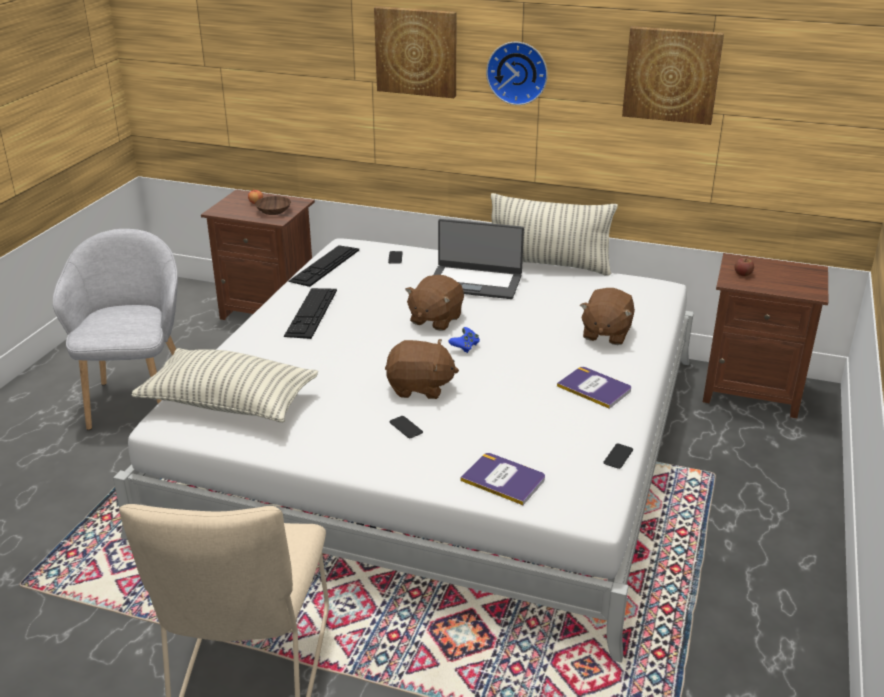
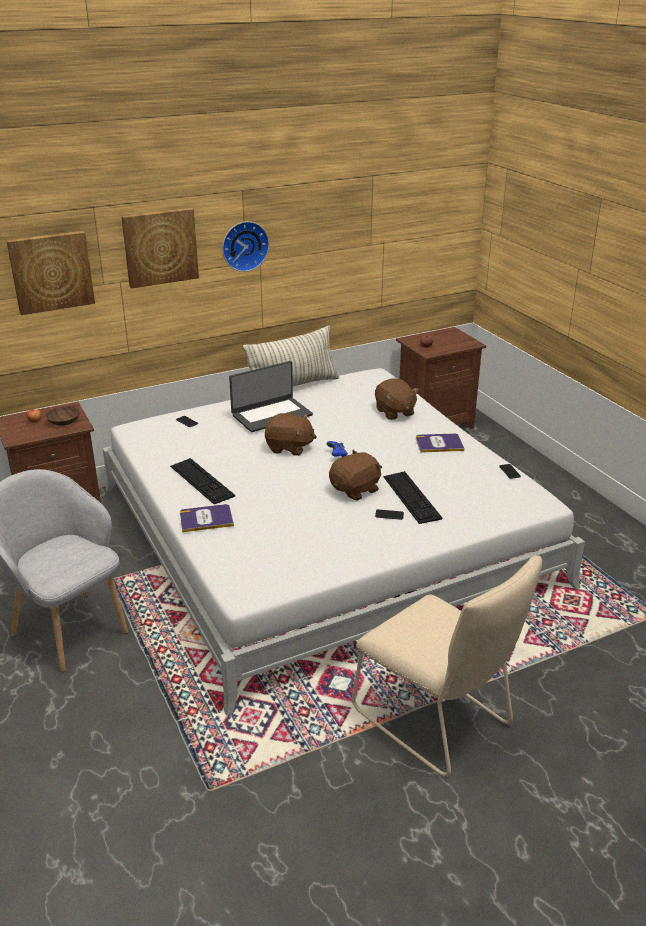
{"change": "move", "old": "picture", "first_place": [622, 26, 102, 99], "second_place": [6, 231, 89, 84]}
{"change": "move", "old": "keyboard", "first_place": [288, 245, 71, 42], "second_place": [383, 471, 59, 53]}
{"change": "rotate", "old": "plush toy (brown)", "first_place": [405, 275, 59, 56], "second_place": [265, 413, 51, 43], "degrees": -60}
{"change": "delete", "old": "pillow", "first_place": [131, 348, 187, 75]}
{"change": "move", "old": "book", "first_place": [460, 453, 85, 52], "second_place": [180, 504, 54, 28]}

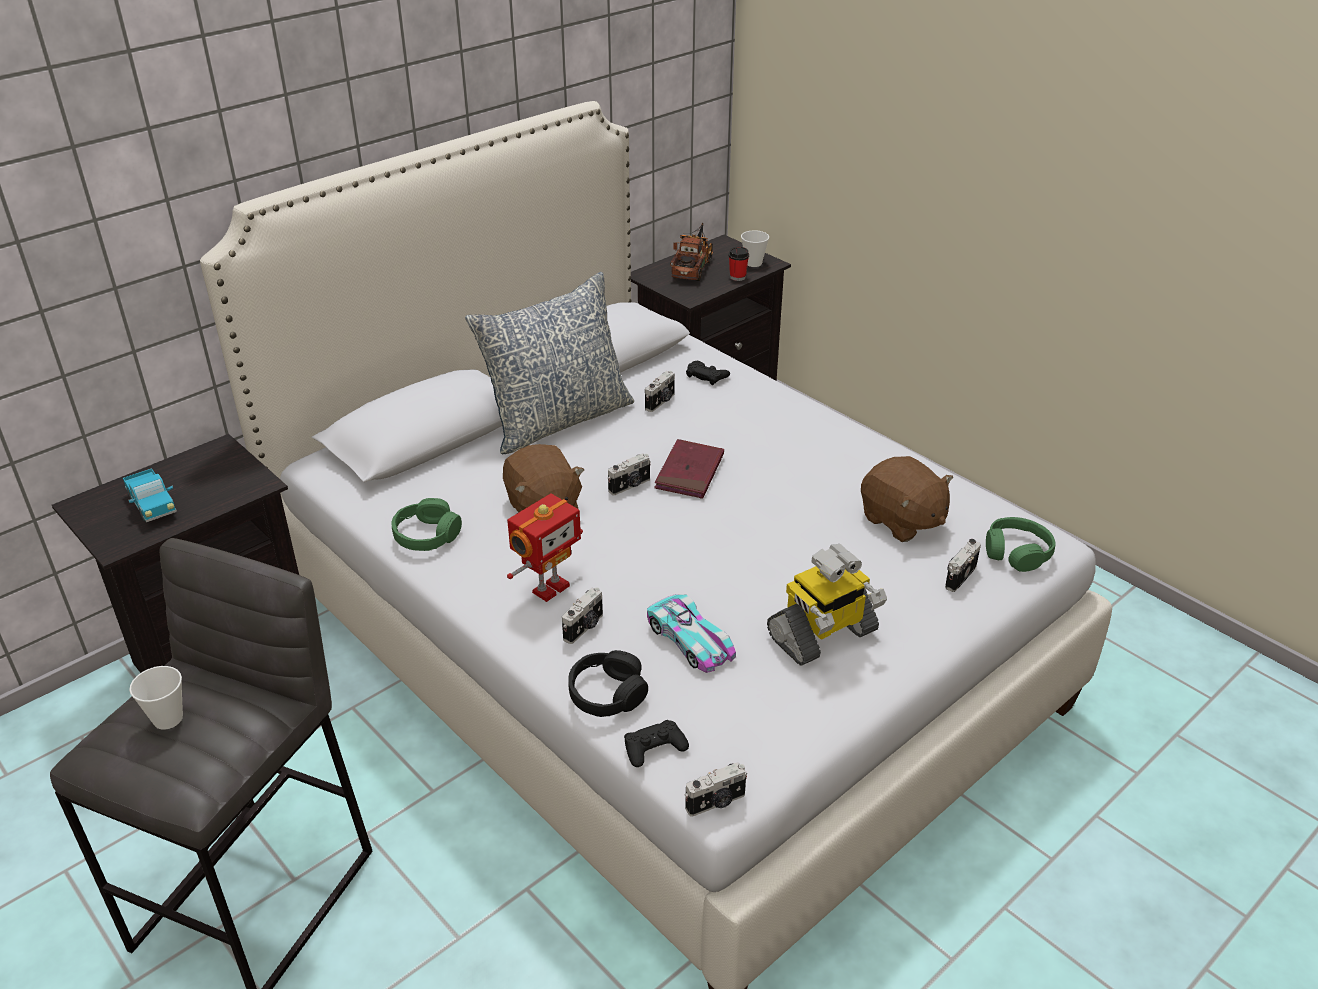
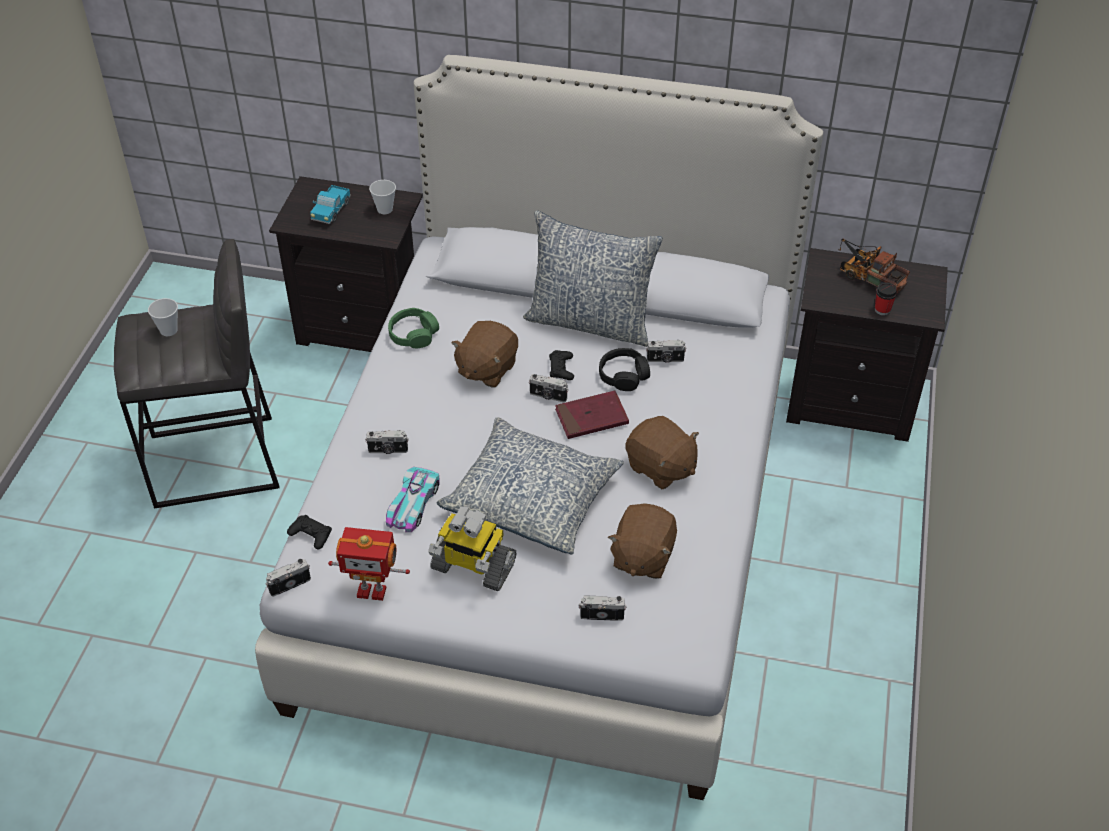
{"change": "rotate", "old": "toy truck", "first_place": [670, 223, 43, 58], "second_place": [838, 239, 72, 55], "degrees": -120}
{"change": "move", "old": "cup", "first_place": [741, 230, 28, 37], "second_place": [369, 180, 27, 34]}
{"change": "move", "old": "game controller (black)", "first_place": [686, 361, 44, 24], "second_place": [549, 350, 25, 30]}
{"change": "move", "old": "toy robot", "first_place": [507, 493, 76, 109], "second_place": [328, 527, 82, 74]}
{"change": "delete", "old": "headphones (green)", "first_place": [986, 517, 70, 55]}
{"change": "move", "old": "headphones (black)", "first_place": [568, 650, 80, 67], "second_place": [599, 348, 51, 43]}
{"change": "rotate", "old": "photo camera", "first_place": [685, 762, 62, 54], "second_place": [265, 559, 46, 38], "degrees": 120}
{"change": "insert", "new": "plush toy (brown)", "second_place": [625, 416, 74, 73]}
{"change": "insert", "new": "pillow", "second_place": [437, 417, 187, 137]}

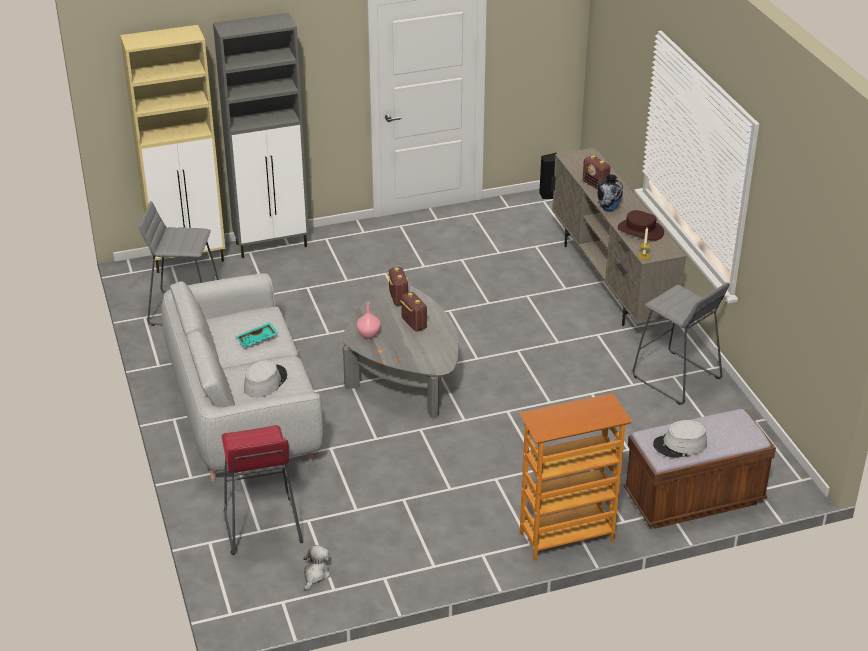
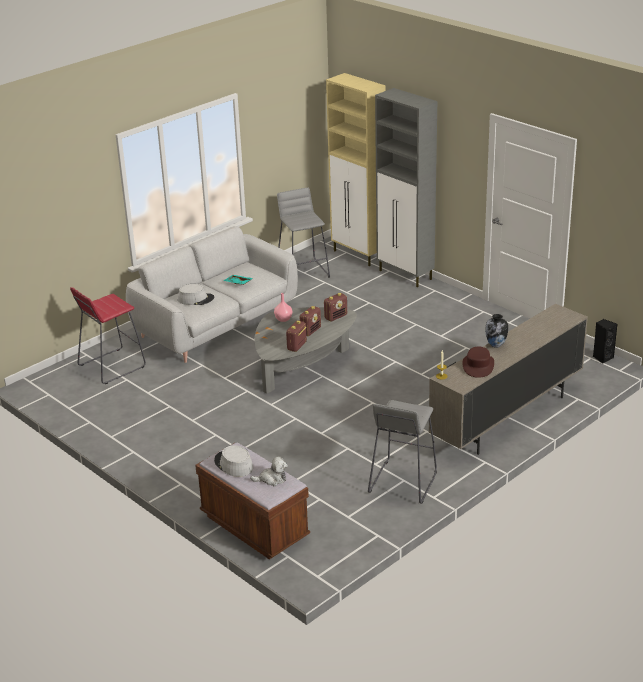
{"change": "move", "old": "radio", "first_place": [583, 155, 28, 35], "second_place": [286, 321, 21, 31]}
{"change": "delete", "old": "bookcase", "first_place": [519, 393, 113, 168]}
{"change": "move", "old": "plush toy", "first_place": [303, 545, 27, 46], "second_place": [250, 456, 38, 30]}

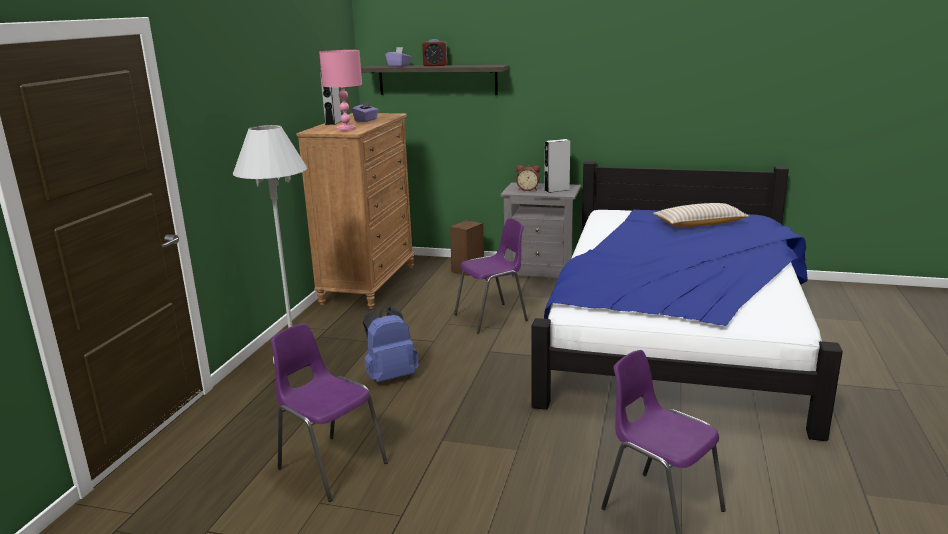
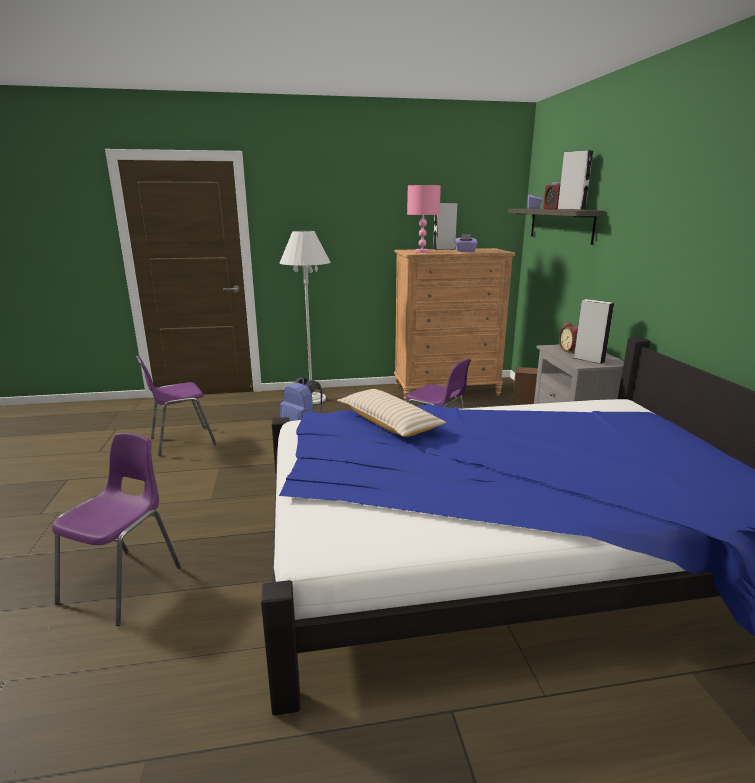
{"change": "move", "old": "pillow (beige)", "first_place": [653, 203, 96, 24], "second_place": [337, 389, 109, 48]}
{"change": "rotate", "old": "chair (purple)", "first_place": [271, 323, 117, 179], "second_place": [136, 356, 81, 100], "degrees": -135}
{"change": "insert", "new": "speaker (grey)", "second_place": [558, 150, 35, 60]}

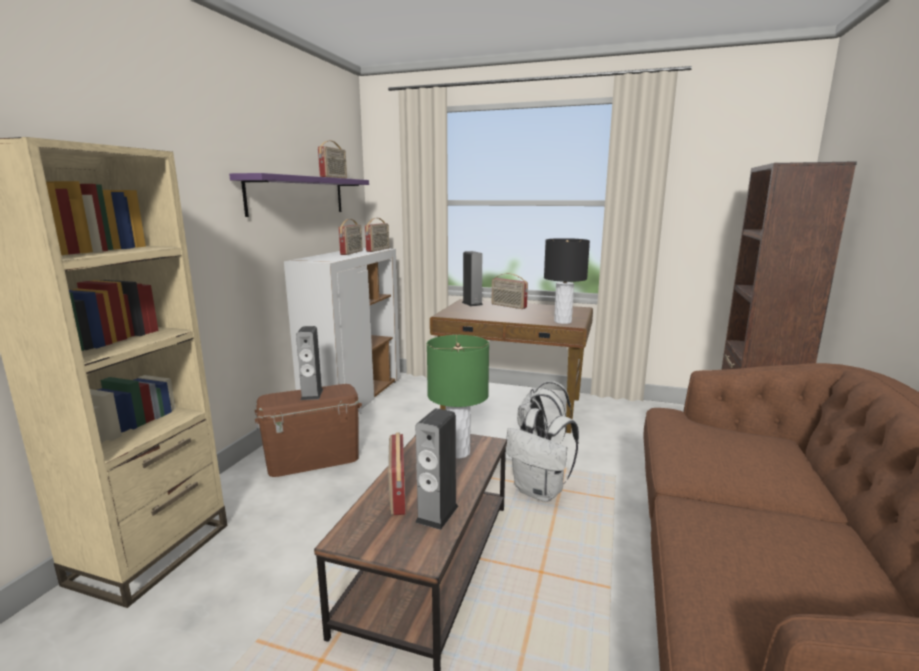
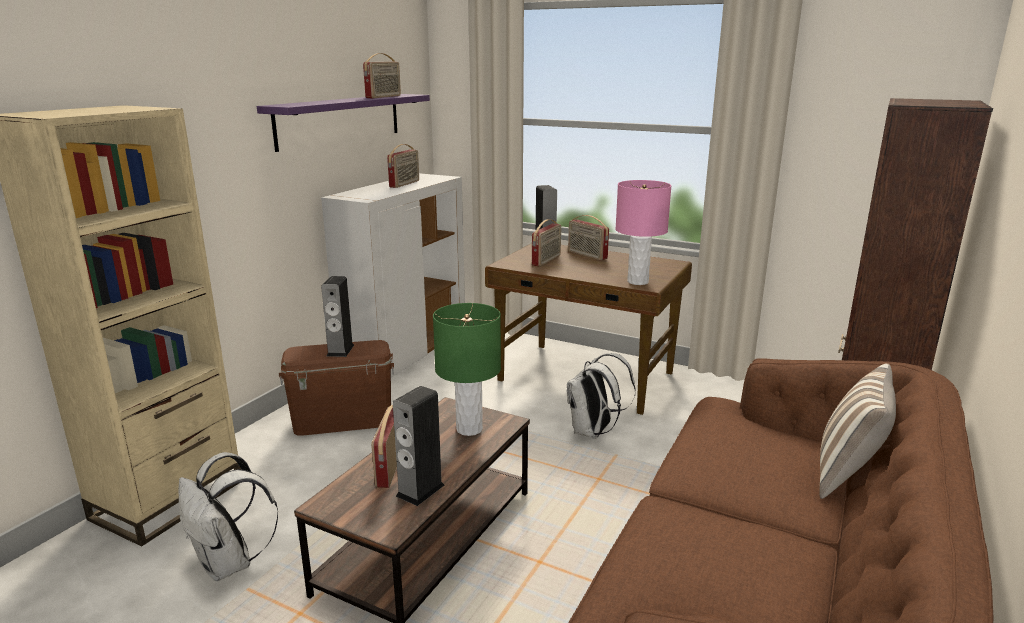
{"change": "move", "old": "radio", "first_place": [365, 218, 24, 34], "second_place": [532, 219, 29, 48]}
{"change": "recolor", "old": "table lamp (black)", "new": "table lamp (pink)", "first_place": [544, 238, 46, 86], "second_place": [615, 180, 56, 105]}
{"change": "move", "old": "backpack (white)", "first_place": [506, 408, 73, 94], "second_place": [178, 452, 100, 129]}
{"change": "insert", "new": "pillow", "second_place": [819, 363, 77, 136]}

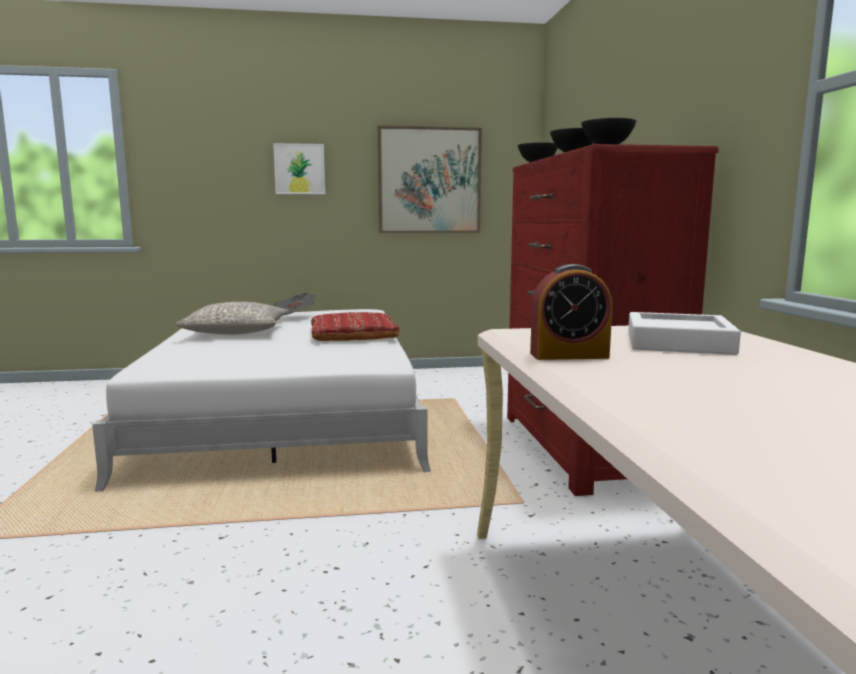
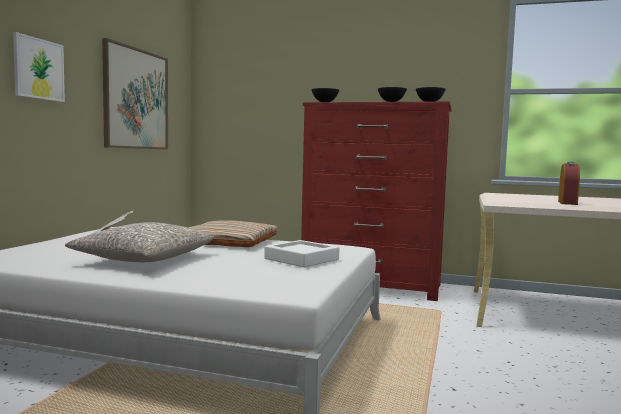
{"change": "recolor", "old": "pillow (red)", "new": "pillow (beige)", "first_place": [311, 312, 89, 29], "second_place": [188, 220, 89, 27]}
{"change": "move", "old": "tray (white)", "first_place": [628, 312, 113, 43], "second_place": [264, 240, 75, 27]}

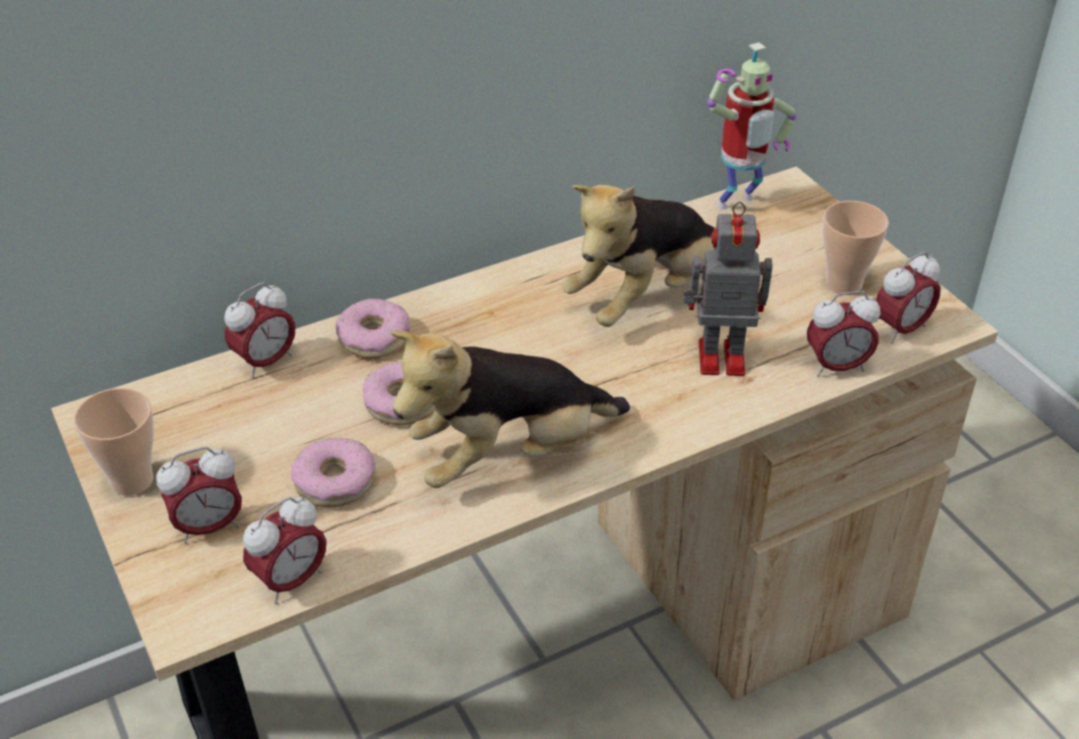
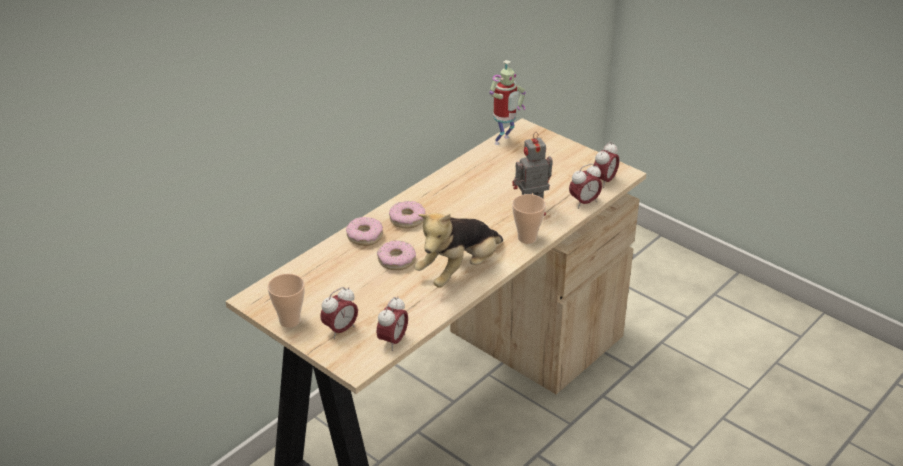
{"change": "delete", "old": "plush toy", "first_place": [562, 185, 154, 142]}
{"change": "move", "old": "cup", "first_place": [823, 201, 66, 94], "second_place": [512, 194, 34, 50]}
{"change": "delete", "old": "alarm clock", "first_place": [224, 282, 72, 97]}
{"change": "move", "old": "donut", "first_place": [291, 438, 84, 69], "second_place": [389, 201, 36, 28]}

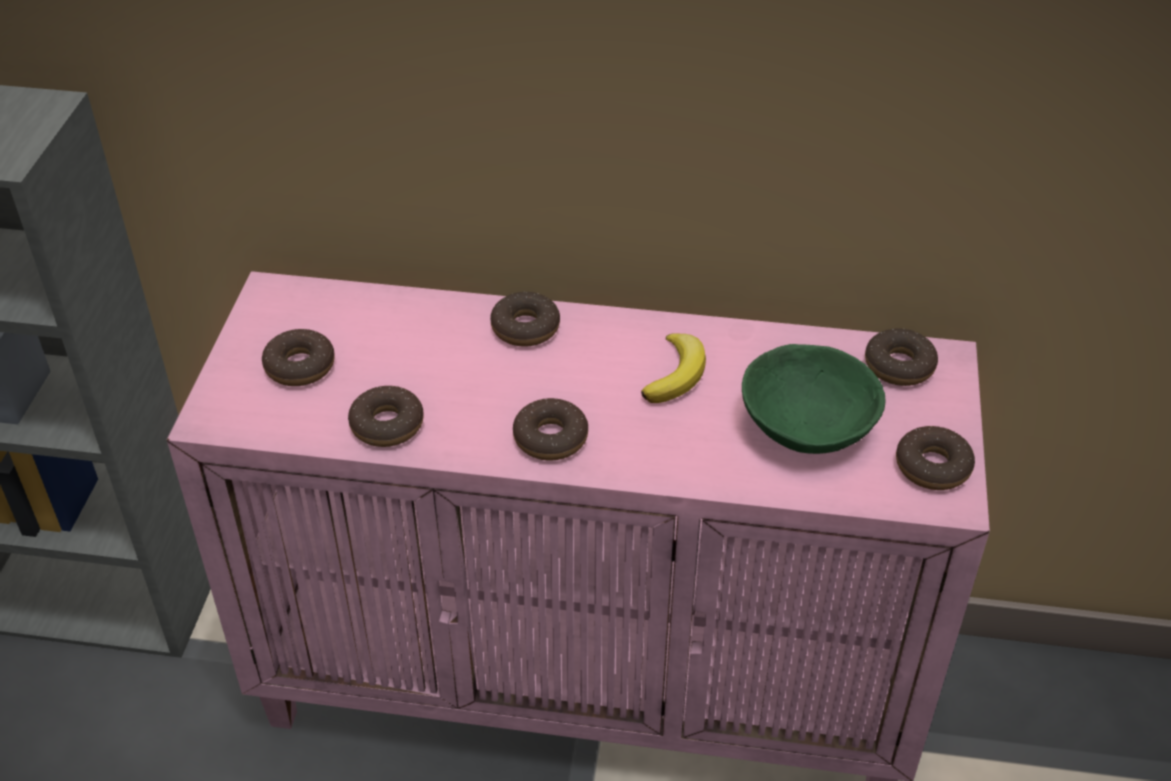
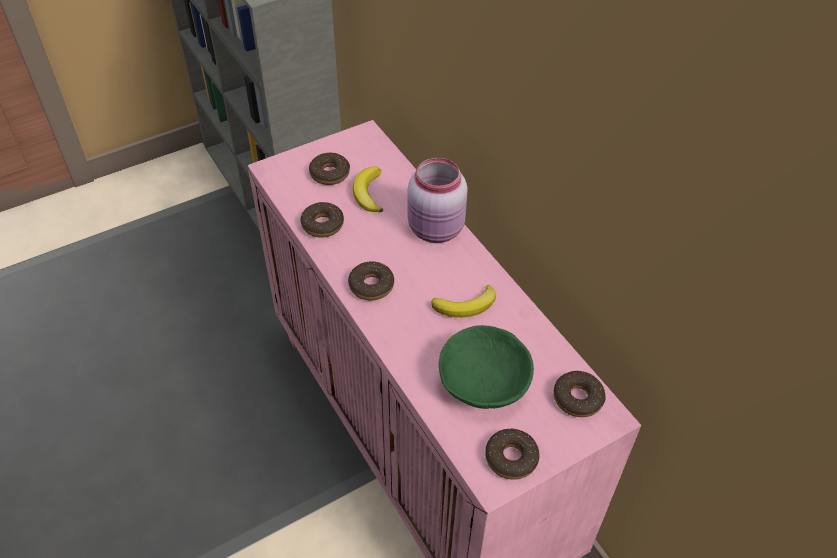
{"change": "replace", "old": "donut", "new": "jar (pink)", "first_place": [490, 292, 70, 54], "second_place": [408, 158, 60, 85]}
{"change": "insert", "new": "banana", "second_place": [353, 166, 30, 46]}

